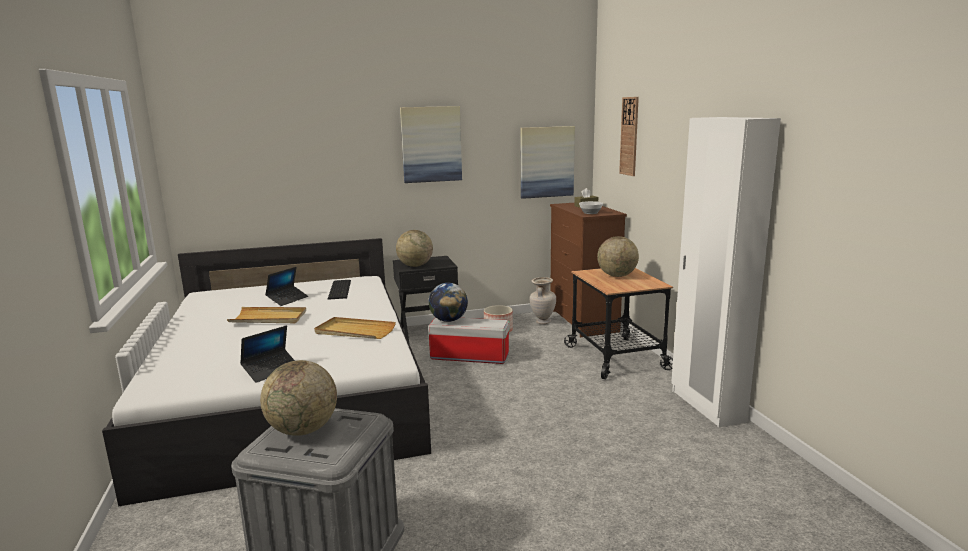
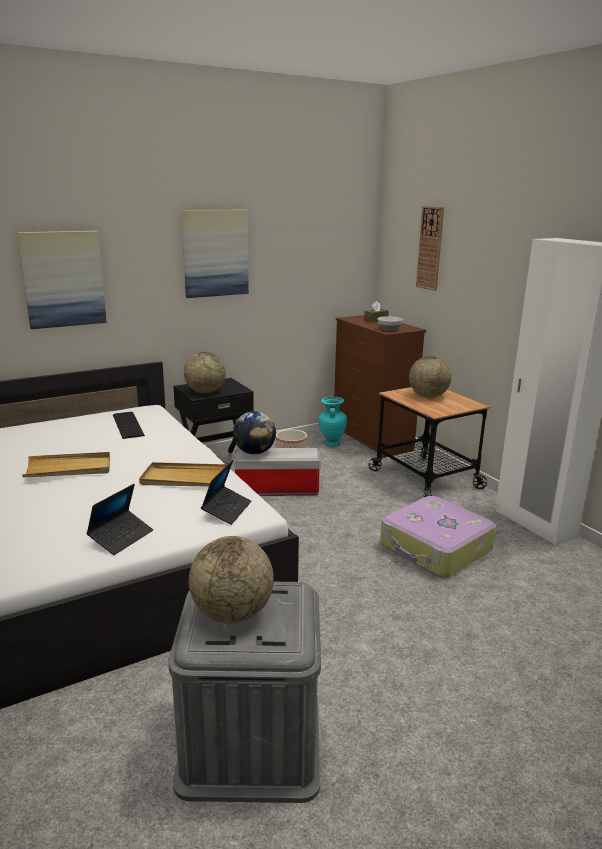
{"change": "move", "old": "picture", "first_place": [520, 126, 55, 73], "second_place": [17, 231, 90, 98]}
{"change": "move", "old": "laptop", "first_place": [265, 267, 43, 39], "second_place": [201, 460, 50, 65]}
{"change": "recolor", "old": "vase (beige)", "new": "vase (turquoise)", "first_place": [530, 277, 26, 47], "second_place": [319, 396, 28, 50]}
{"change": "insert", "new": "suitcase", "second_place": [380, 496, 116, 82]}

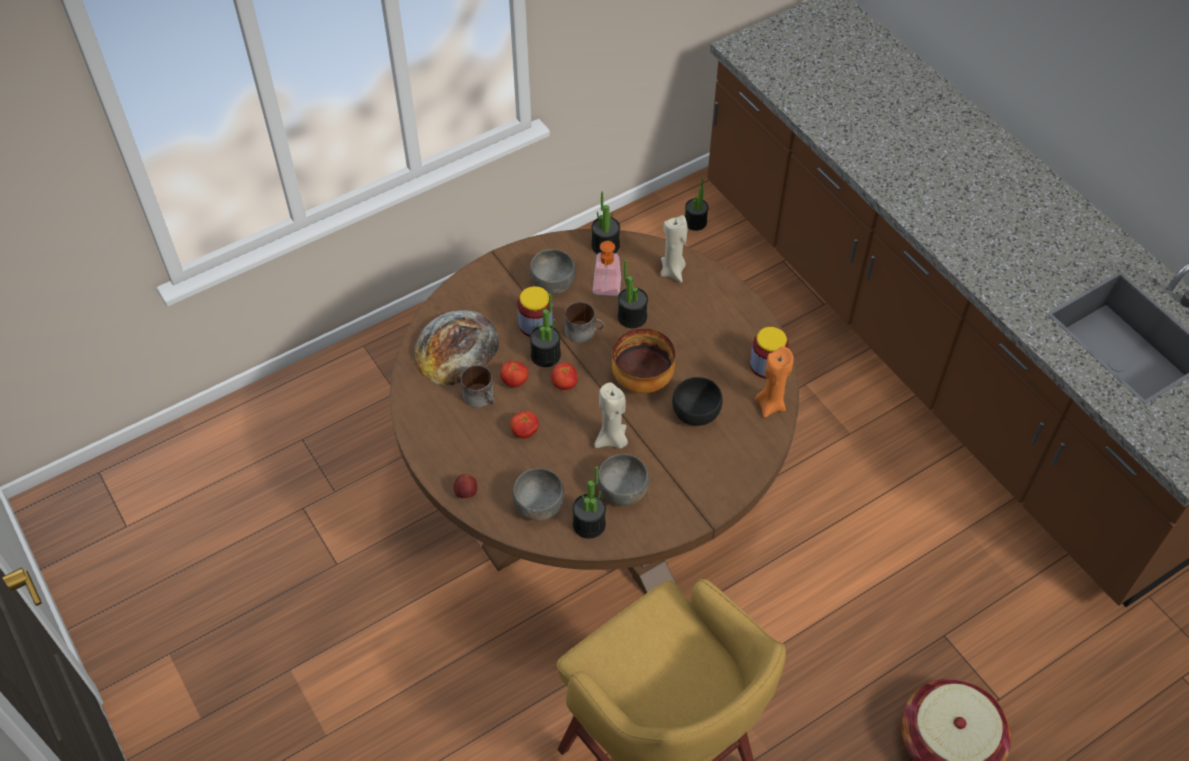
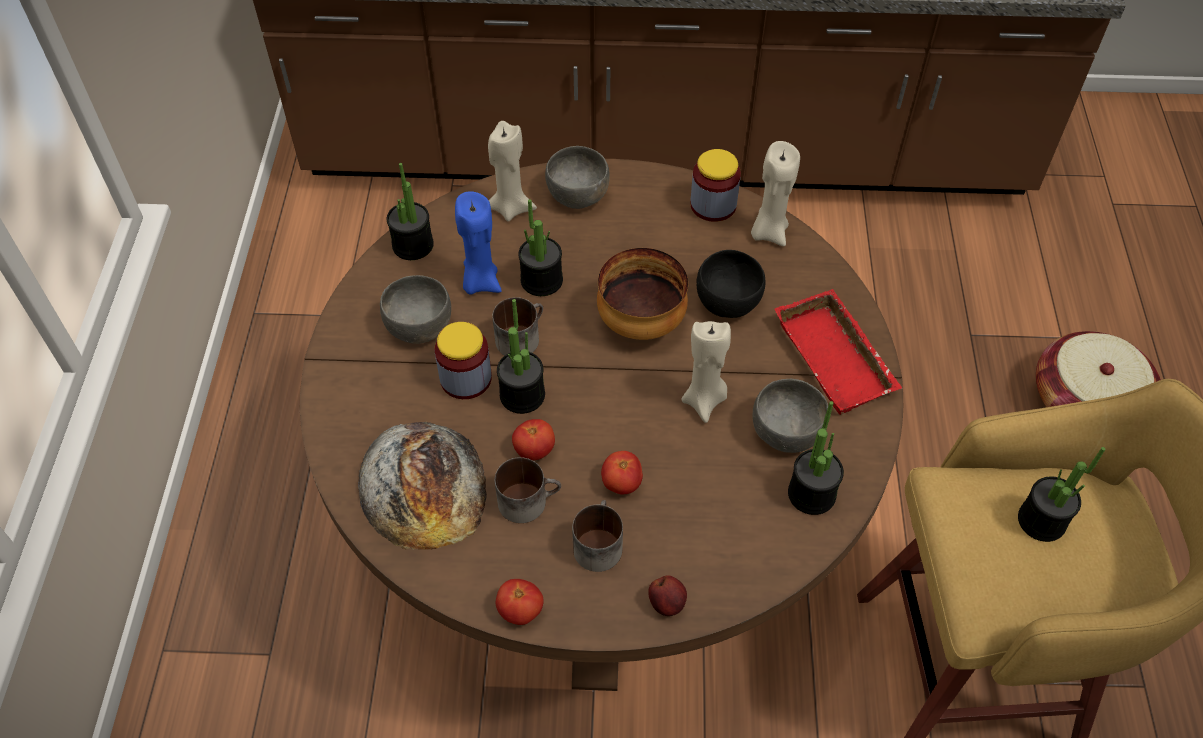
{"change": "move", "old": "potted plant", "first_place": [685, 178, 24, 53], "second_place": [1018, 447, 88, 95]}
{"change": "replace", "old": "soap dispenser", "new": "candle (blue)", "first_place": [593, 241, 28, 55], "second_place": [455, 191, 47, 104]}
{"change": "recolor", "old": "candle (orange)", "new": "candle (beige)", "first_place": [755, 347, 39, 71], "second_place": [751, 141, 49, 105]}
{"change": "move", "old": "tomato", "first_place": [551, 362, 27, 28], "second_place": [496, 579, 48, 46]}
{"change": "move", "old": "bowl (grey)", "first_place": [513, 468, 51, 53], "second_place": [545, 146, 65, 63]}
{"change": "insert", "new": "tray (red)", "second_place": [774, 289, 128, 126]}
{"change": "insert", "new": "mug", "second_place": [572, 500, 51, 72]}

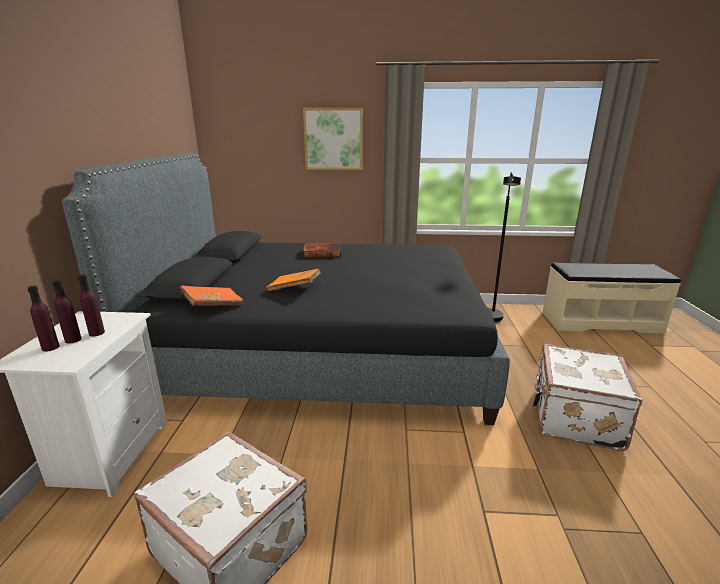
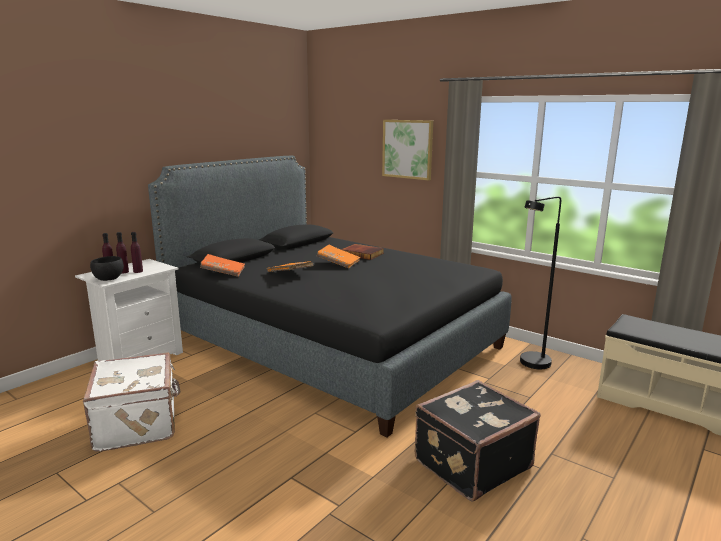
{"change": "recolor", "old": "suitcase (white)", "new": "suitcase (black)", "first_place": [532, 344, 110, 107], "second_place": [414, 380, 127, 122]}
{"change": "insert", "new": "book (orange)", "second_place": [317, 245, 43, 24]}
{"change": "insert", "new": "bowl (black)", "second_place": [90, 256, 34, 25]}

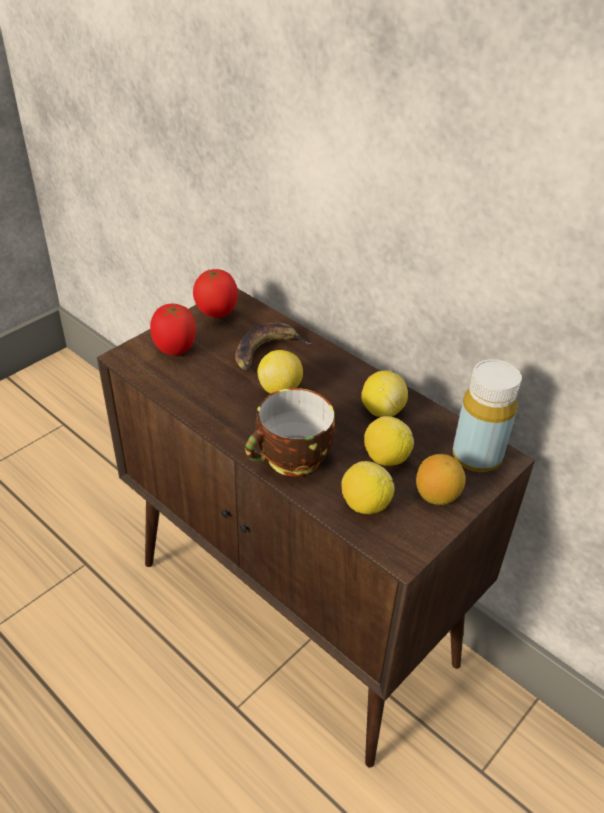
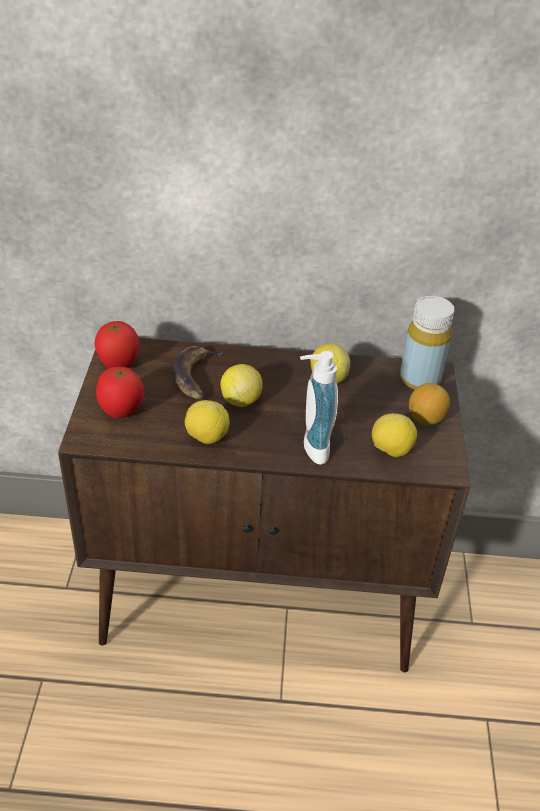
{"change": "replace", "old": "cup", "new": "soap dispenser", "first_place": [245, 388, 90, 88], "second_place": [300, 351, 38, 114]}
{"change": "move", "old": "lemon", "first_place": [364, 416, 50, 50], "second_place": [185, 400, 45, 44]}

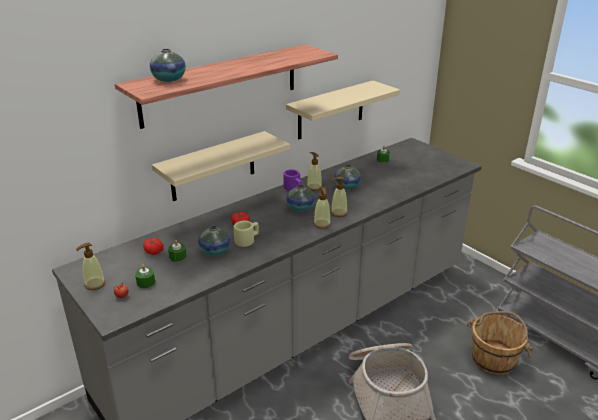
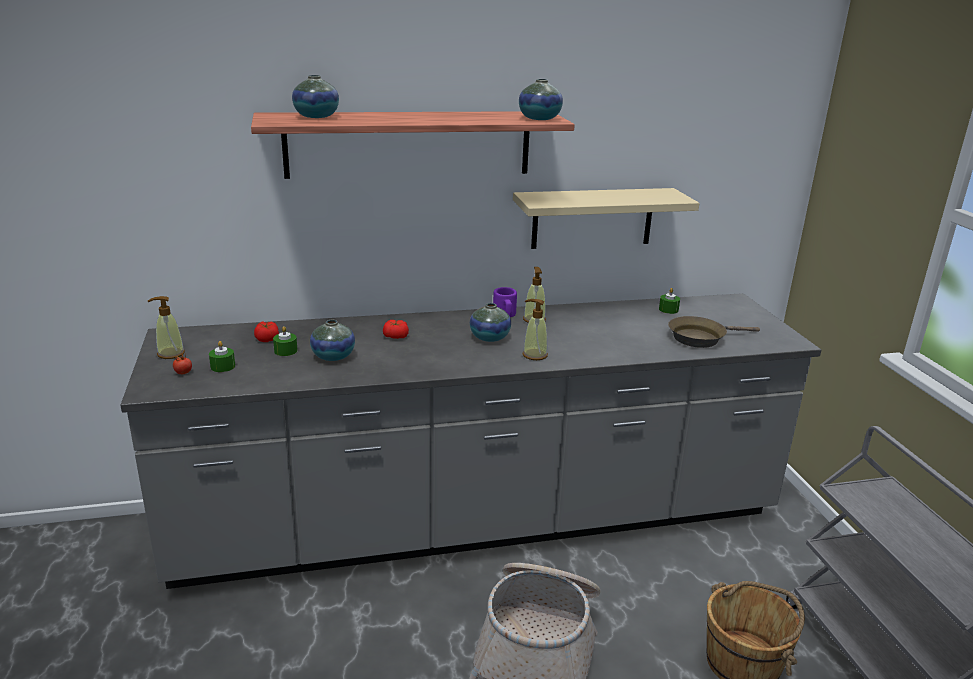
{"change": "delete", "old": "shelf (beige)", "first_place": [152, 131, 138, 70]}
{"change": "move", "old": "vase", "first_place": [334, 165, 27, 25], "second_place": [519, 79, 44, 41]}
{"change": "delete", "old": "soap dispenser", "first_place": [313, 187, 18, 42]}
{"change": "delete", "old": "mug (beige)", "first_place": [234, 220, 25, 27]}
{"change": "insert", "new": "frying pan (brown)", "second_place": [668, 316, 92, 32]}

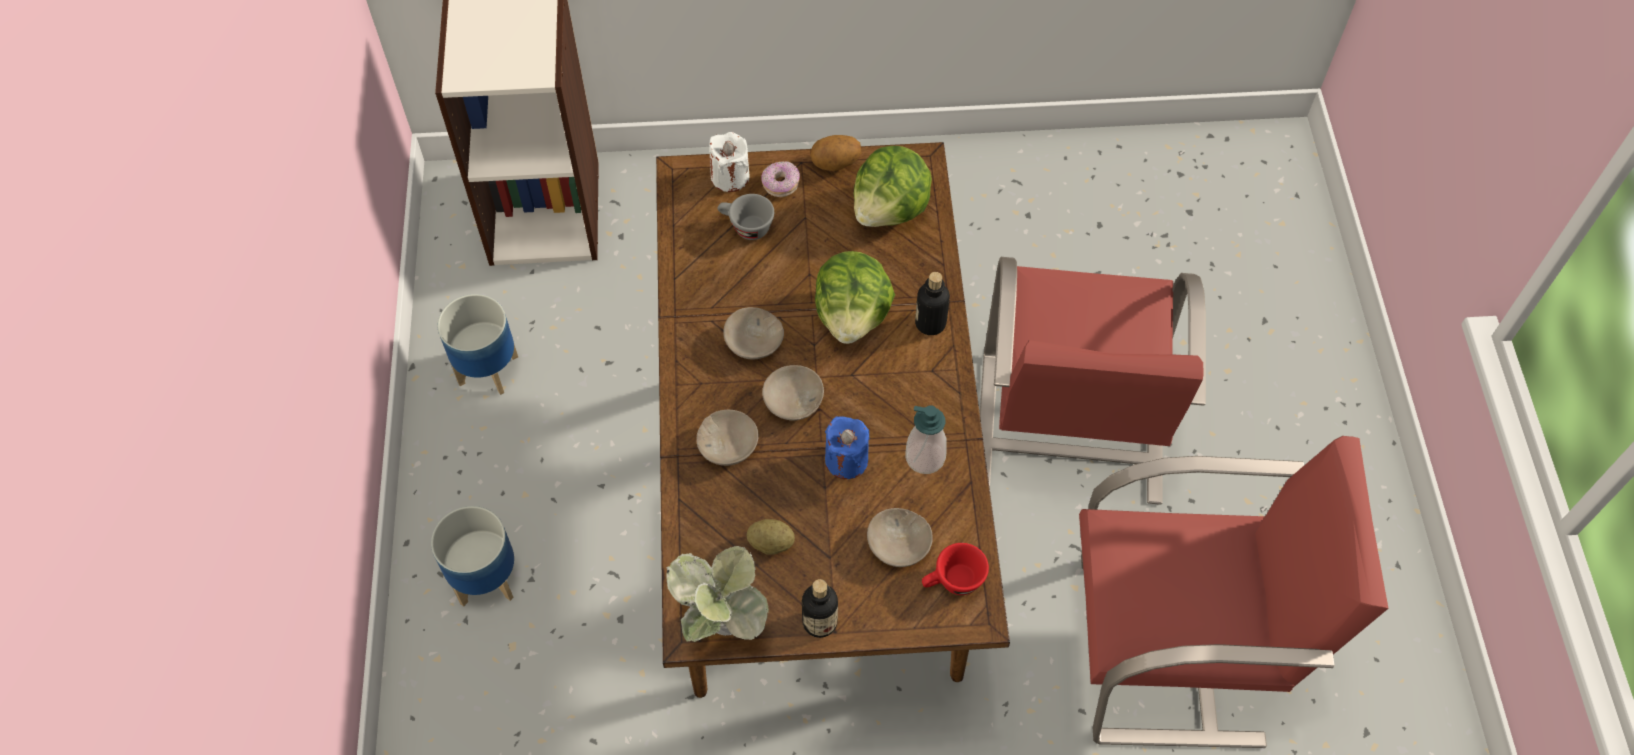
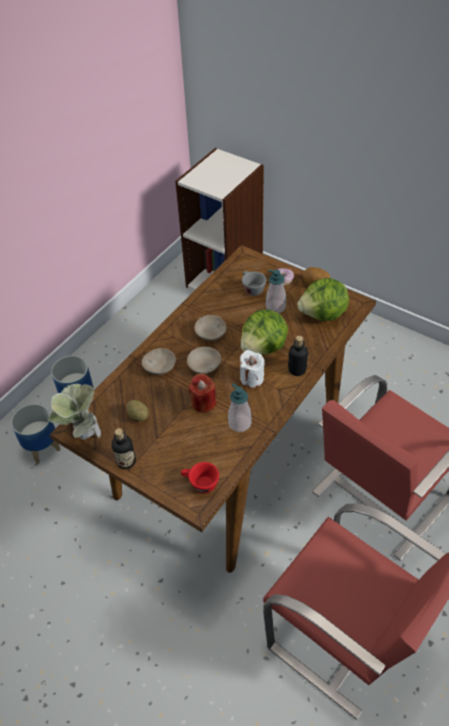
{"change": "move", "old": "candle (white)", "first_place": [709, 132, 41, 60], "second_place": [240, 350, 25, 38]}
{"change": "move", "old": "planter", "first_place": [438, 294, 80, 101], "second_place": [11, 404, 49, 60]}
{"change": "recolor", "old": "candle (blue)", "new": "candle (red)", "first_place": [825, 416, 44, 63], "second_place": [188, 373, 29, 40]}
{"change": "delete", "old": "bowl (beige)", "first_place": [867, 508, 66, 59]}
{"change": "insert", "new": "soap dispenser", "second_place": [266, 270, 20, 43]}

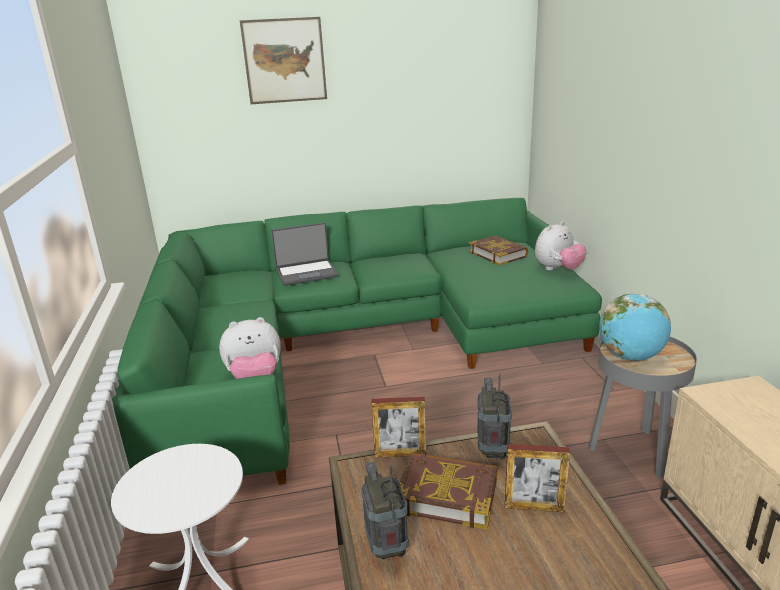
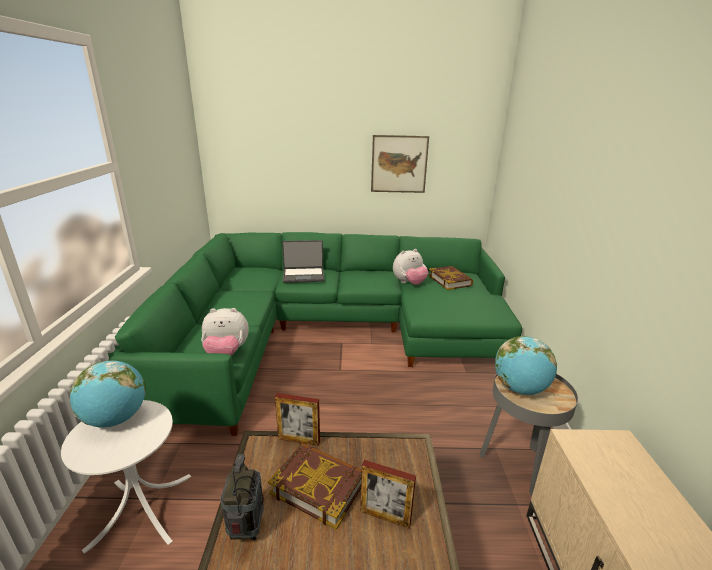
{"change": "move", "old": "picture", "first_place": [240, 17, 87, 87], "second_place": [371, 135, 58, 58]}
{"change": "move", "old": "plush toy", "first_place": [535, 221, 52, 49], "second_place": [393, 249, 35, 36]}
{"change": "delete", "old": "radio", "first_place": [477, 374, 35, 85]}
{"change": "insert", "new": "globe", "second_place": [70, 360, 76, 68]}

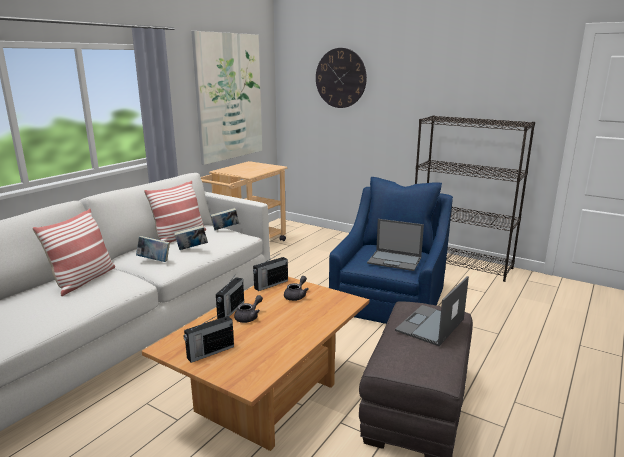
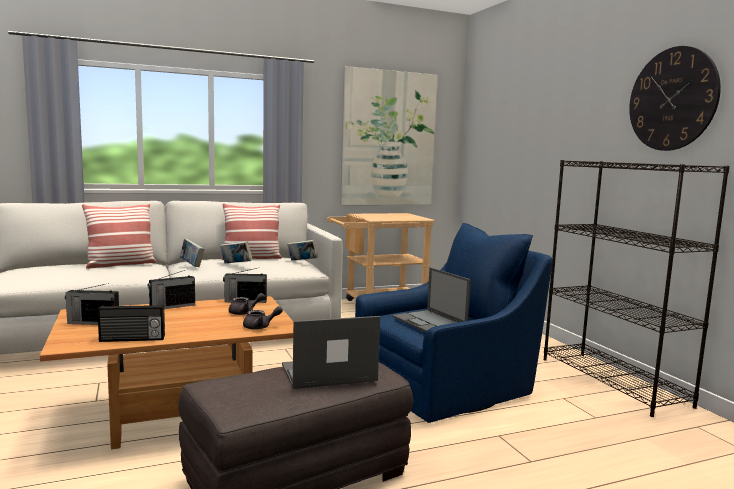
{"change": "move", "old": "wall clock", "first_place": [316, 48, 51, 60], "second_place": [629, 46, 92, 105]}
{"change": "move", "old": "teapot (grey)", "first_place": [234, 295, 29, 28], "second_place": [243, 306, 40, 24]}
{"change": "insert", "new": "radio", "second_place": [98, 305, 67, 37]}

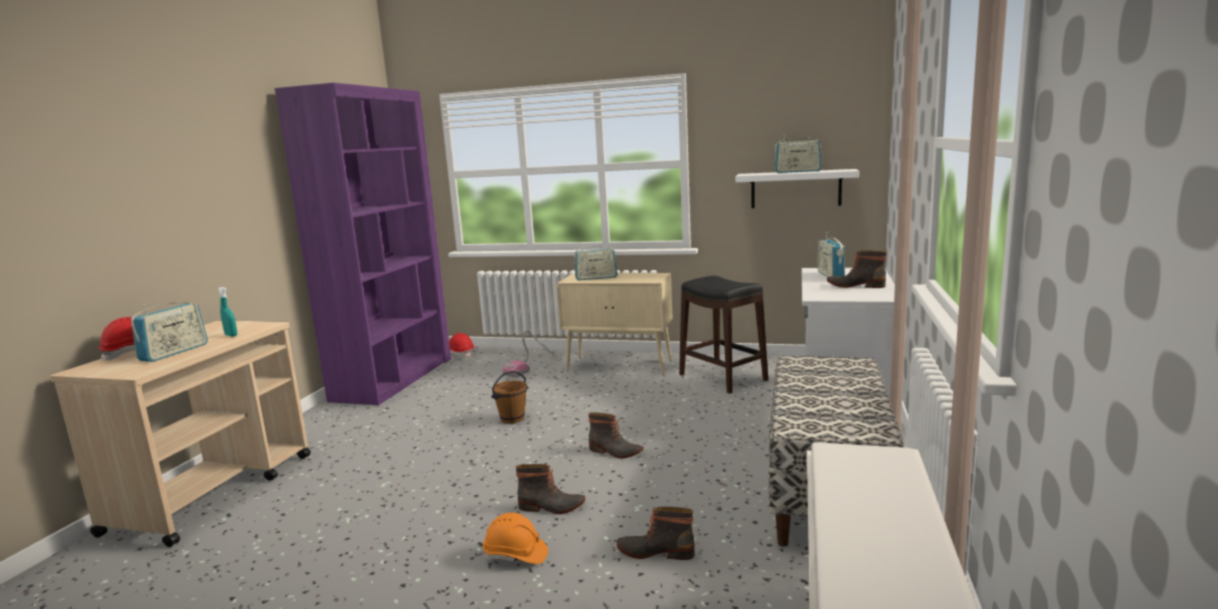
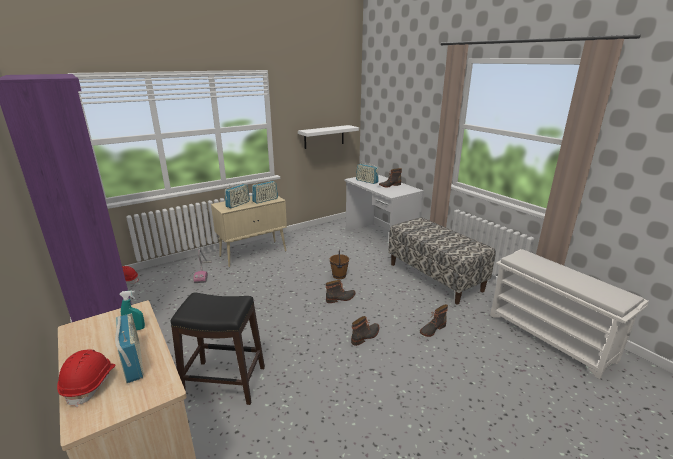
{"change": "move", "old": "radio", "first_place": [775, 134, 47, 39], "second_place": [252, 181, 26, 23]}
{"change": "move", "old": "stool (black)", "first_place": [679, 276, 89, 118], "second_place": [171, 292, 94, 113]}
{"change": "move", "old": "bucket (brown)", "first_place": [491, 371, 37, 53], "second_place": [330, 250, 19, 29]}
{"change": "delete", "old": "hard hat (orange)", "first_place": [483, 513, 65, 51]}

